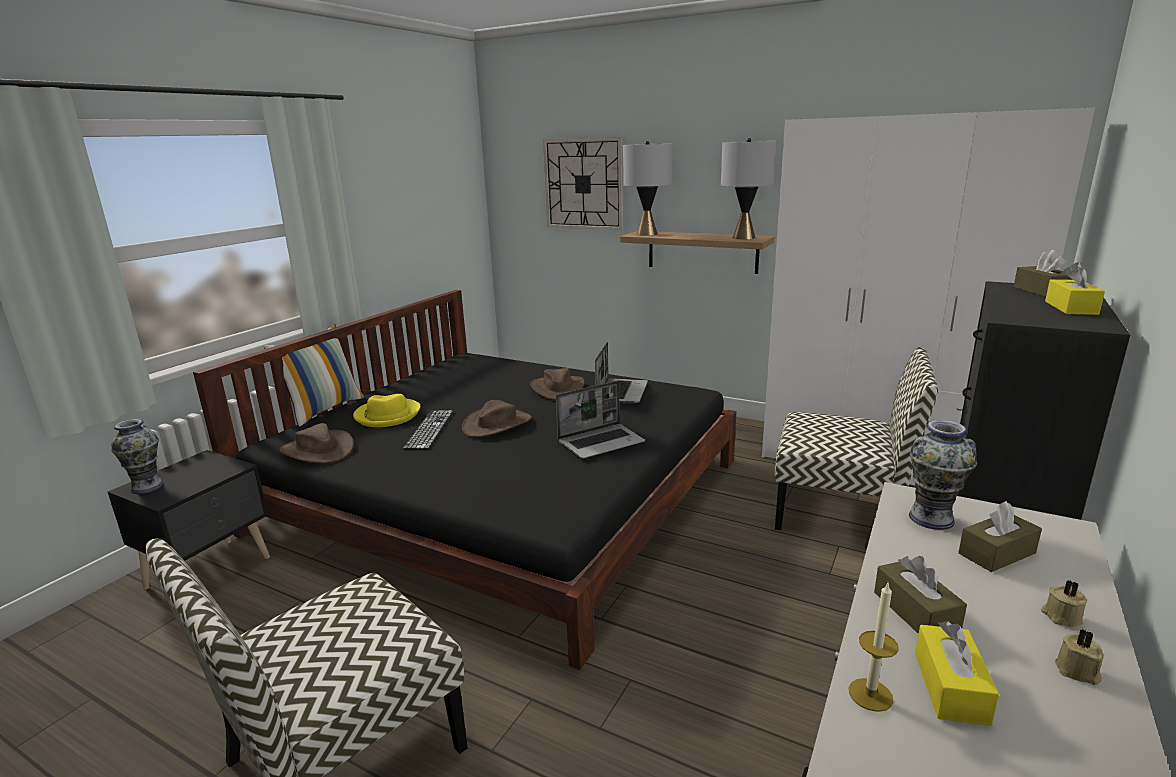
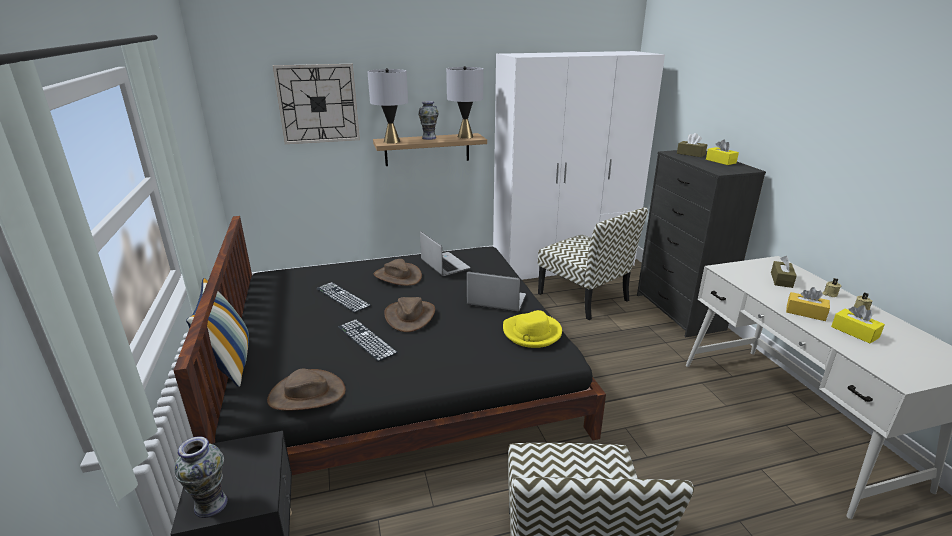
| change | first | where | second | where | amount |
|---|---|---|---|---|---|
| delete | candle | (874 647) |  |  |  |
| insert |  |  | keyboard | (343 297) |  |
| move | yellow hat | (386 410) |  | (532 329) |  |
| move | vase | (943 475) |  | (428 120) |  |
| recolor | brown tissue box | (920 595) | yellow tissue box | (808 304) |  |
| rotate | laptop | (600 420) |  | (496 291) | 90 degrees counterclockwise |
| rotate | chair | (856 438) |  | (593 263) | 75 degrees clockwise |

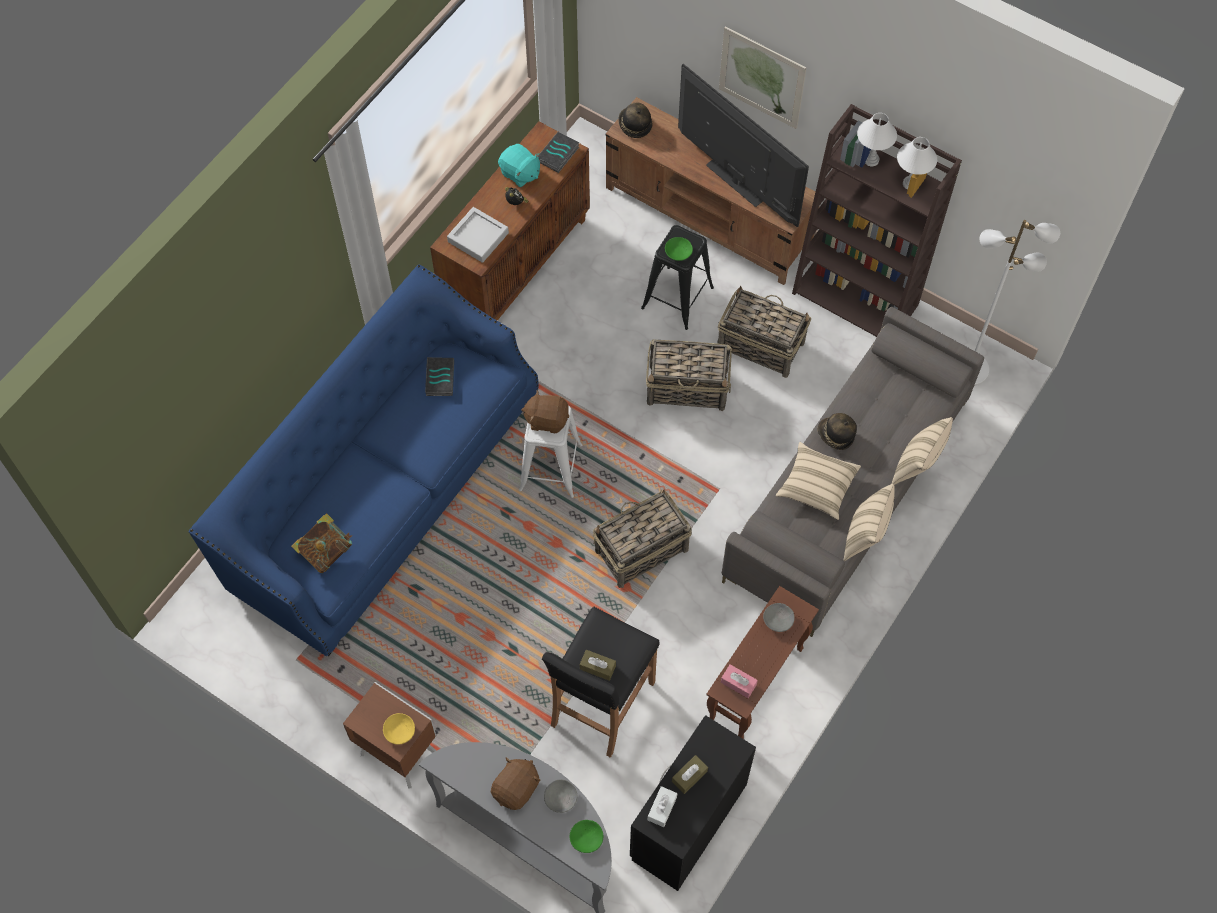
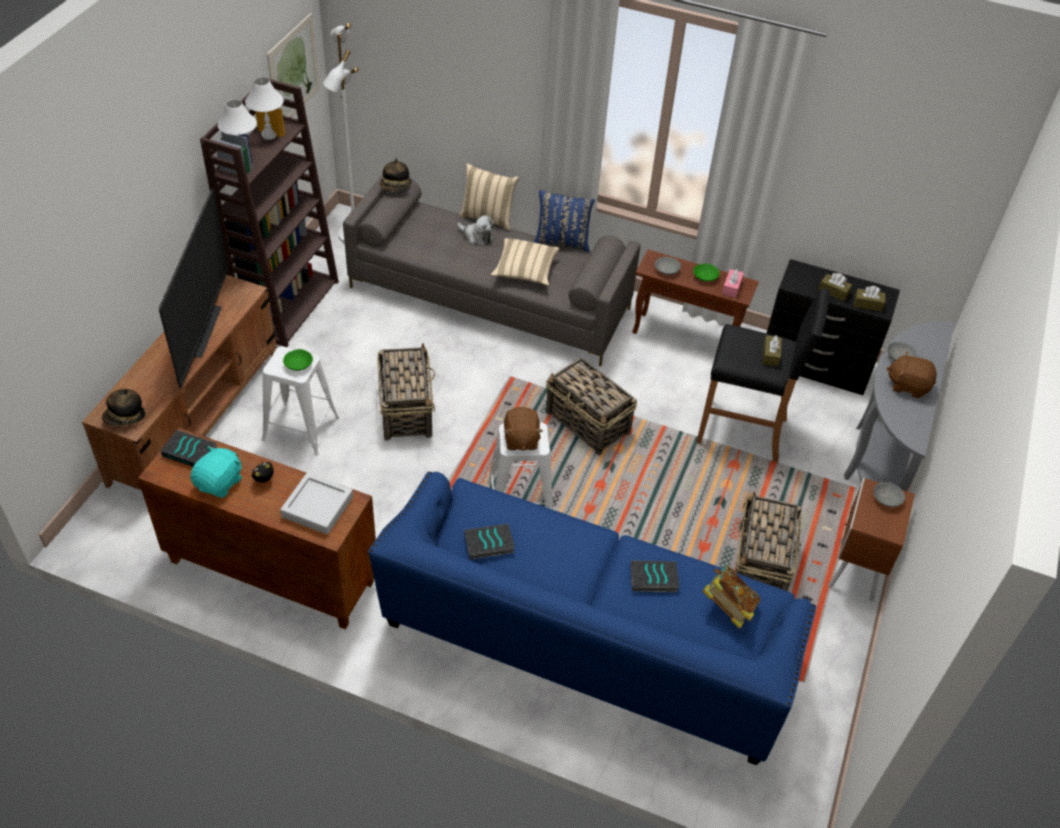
| change | first | where | second | where | amount |
|---|---|---|---|---|---|
| insert |  |  | plush toy | (475 230) |  |
| insert |  |  | book | (655 576) |  |
| move | green bowl | (586 836) |  | (706 273) |  |
| move | basket | (764 332) |  | (768 541) |  |
| move | picture | (762 78) |  | (293 65) |  |
| move | hat | (837 431) |  | (396 175) |  |
| recolor | yellow bowl | (399 729) | grey bowl | (889 494) |  |
| recolor | black stool | (677 277) | white stool | (300 401) |  |
| recolor | white tissue box | (662 806) | brown tissue box | (869 299) |  |
| recolor | beige pillow | (869 522) | blue pillow | (564 221) |  |
| rotate | television | (743 145) |  | (194 288) | 150 degrees clockwise |

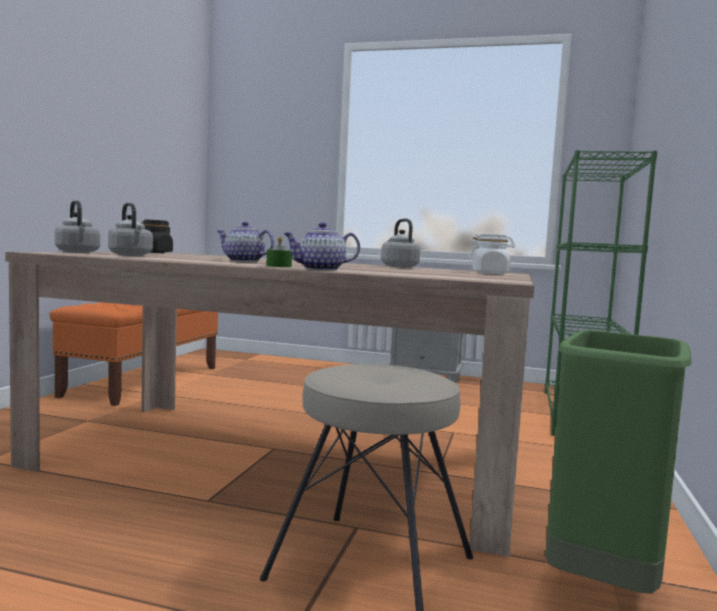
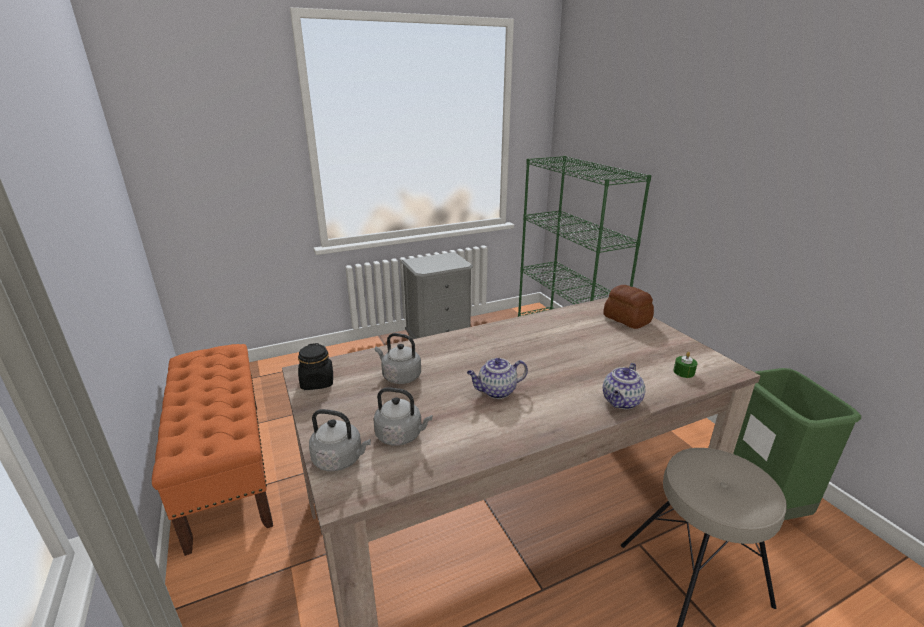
| change | first | where | second | where | amount |
|---|---|---|---|---|---|
| move | green candle | (279 251) |  | (685 365) |  |
| move | grey kettle | (400 243) |  | (398 358) |  |
| replace | white jar | (492 253) | bread | (628 307) |  |

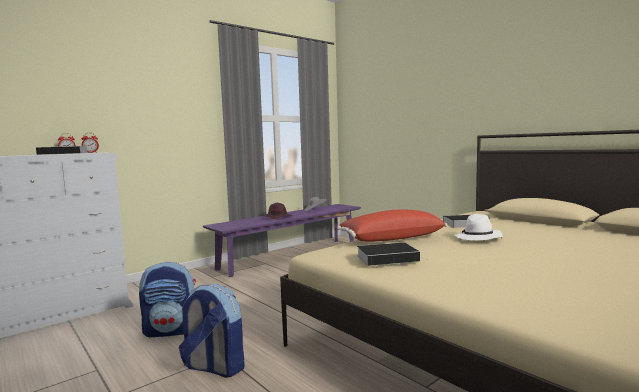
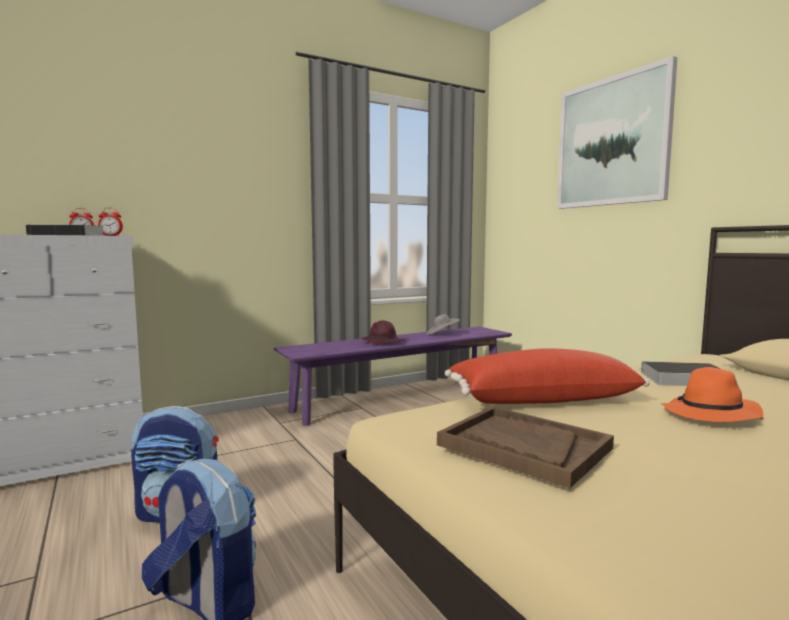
| change | first | where | second | where | amount |
|---|---|---|---|---|---|
| insert |  |  | picture | (617 132) |  |
| replace | book | (393 254) | brown tray | (525 447) |  |
| recolor | white hat | (478 227) | orange hat | (712 394) |  |

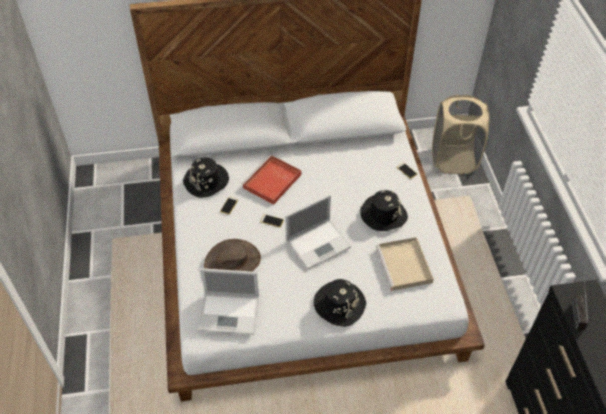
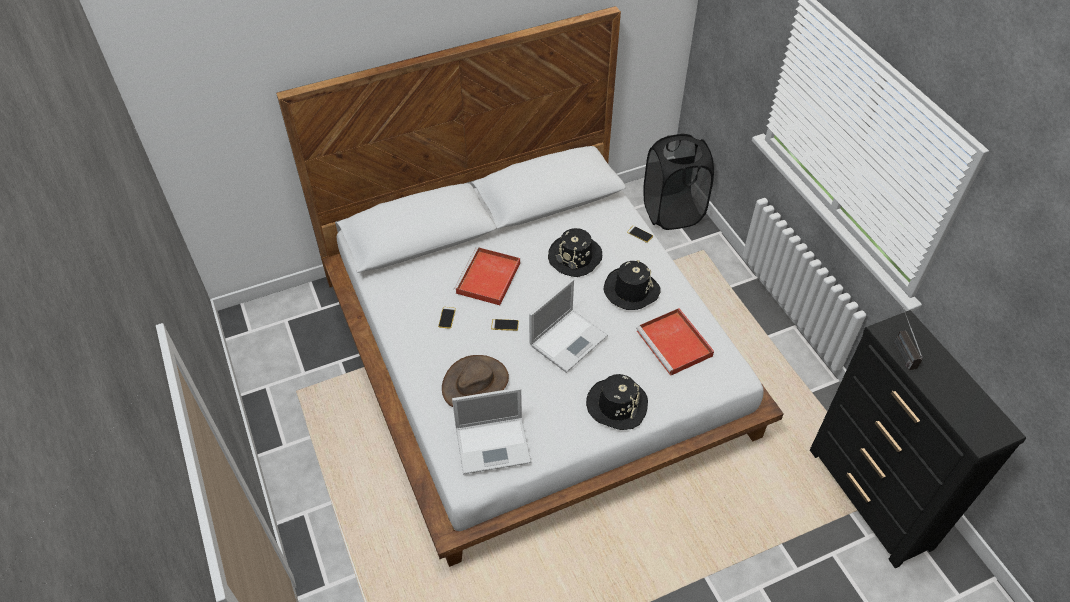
| change | first | where | second | where | amount |
|---|---|---|---|---|---|
| move | black hat | (206 177) |  | (575 252) |  |
| recolor | beige tray | (405 264) | red tray | (675 342) |  |
| recolor | beige laundry basket | (461 134) | black laundry basket | (678 182) |  |

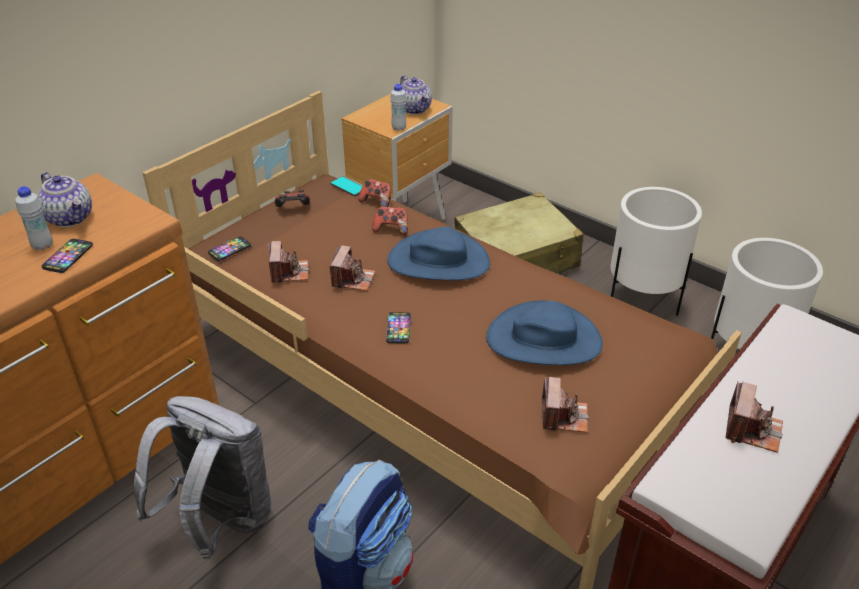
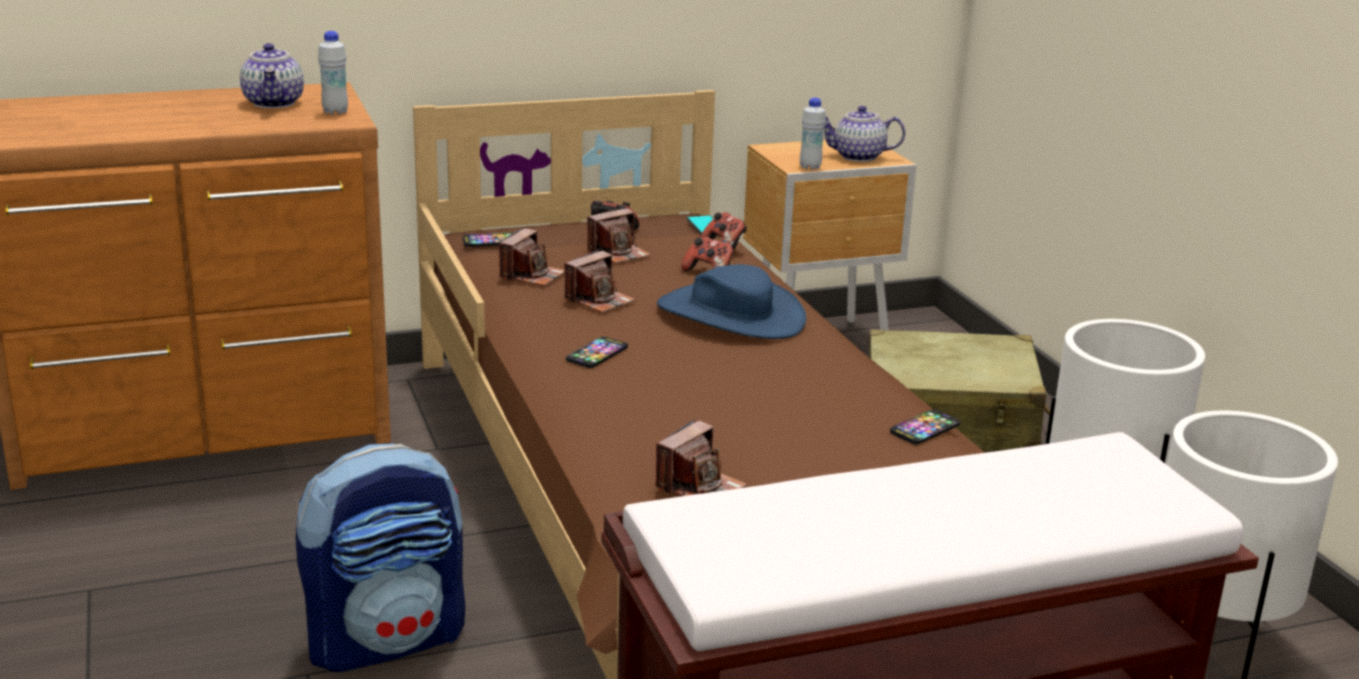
| change | first | where | second | where | amount |
|---|---|---|---|---|---|
| delete | grey backpack | (203 477) |  |  |  |
| delete | blue hat | (544 332) |  |  |  |
| move | white bottle | (34 218) |  | (333 73) |  |
| move | phone | (67 256) |  | (925 427) |  |
| move | photo camera | (754 417) |  | (619 236) |  |
| rotate | teapot | (416 95) |  | (864 134) | 90 degrees clockwise |

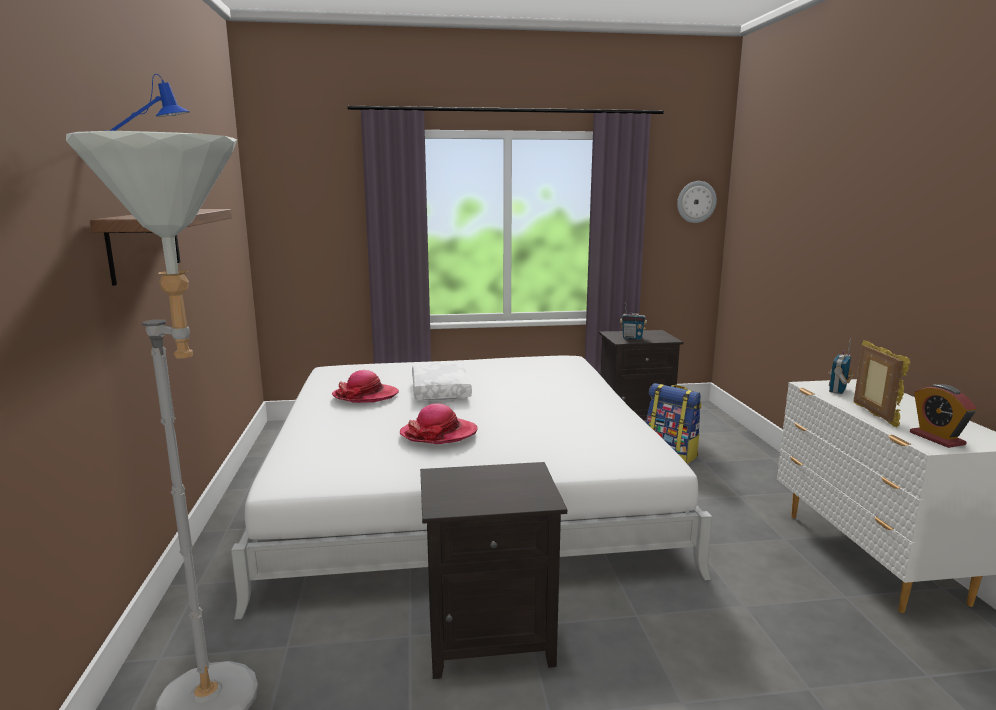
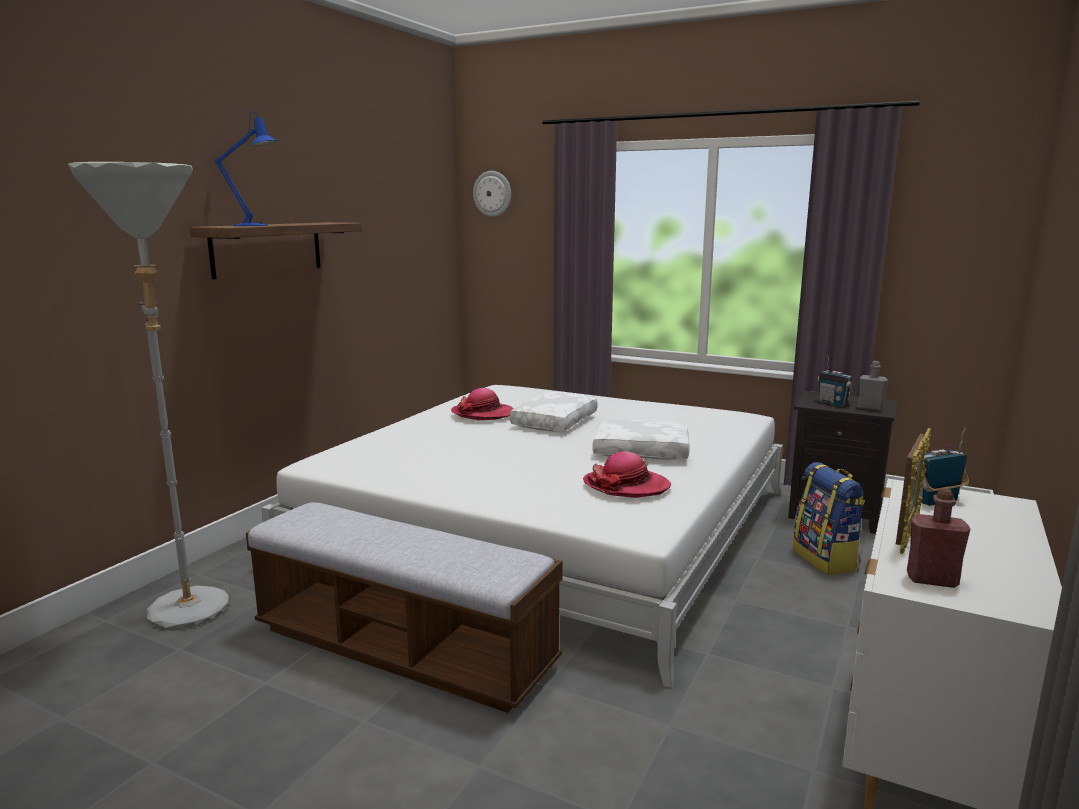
| change | first | where | second | where | amount |
|---|---|---|---|---|---|
| insert |  |  | white pillow | (640 439) |  |
| insert |  |  | grey bottle | (873 386) |  |
| move | hat | (439 423) |  | (627 474) |  |
| move | wall clock | (697 202) |  | (492 194) |  |
| replace | black nightstand | (493 570) | bench | (404 607) |  |
| replace | alarm clock | (943 416) | red bottle | (938 538) |  |

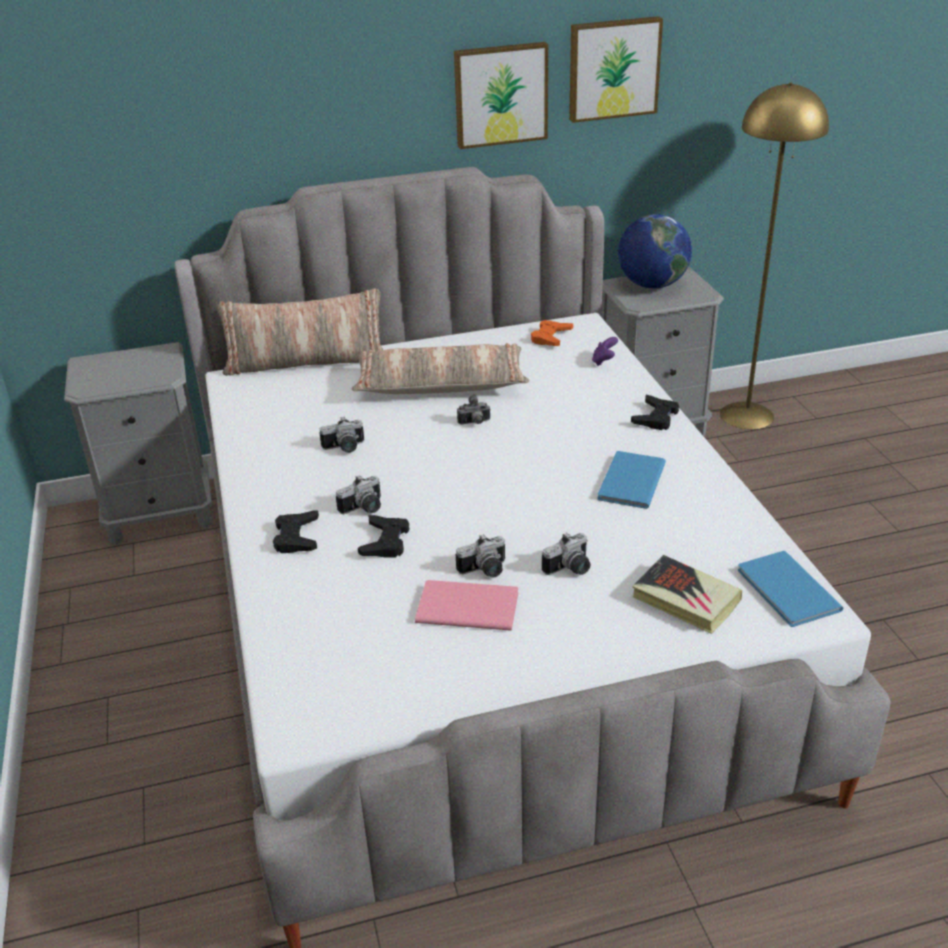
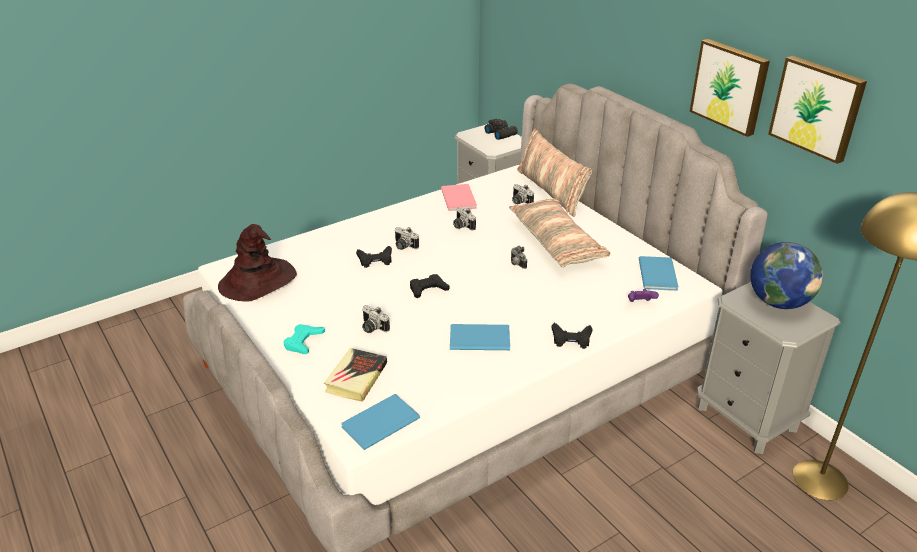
| change | first | where | second | where | amount |
|---|---|---|---|---|---|
| insert |  |  | brown hat | (257 263) |  |
| insert |  |  | turquoise game controller | (304 339) |  |
| insert |  |  | black binoculars | (501 129) |  |
| move | black game controller | (296 531) |  | (429 286) |  |
| move | pink book | (466 605) |  | (459 197) |  |
| move | photo camera | (480 556) |  | (523 194) |  |
| replace | orange game controller | (552 333) | blue book | (659 273) |  |

